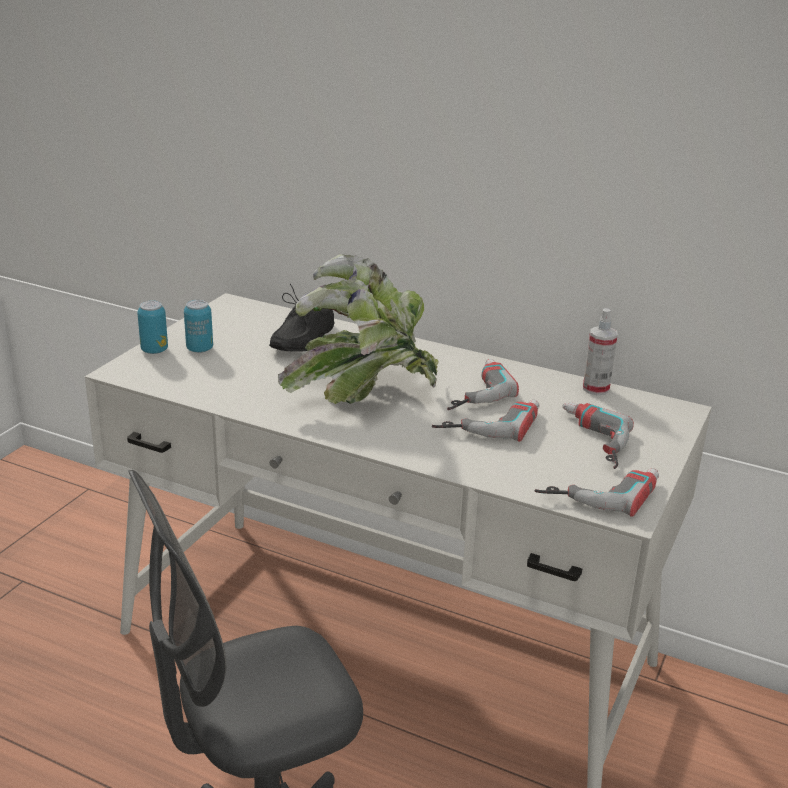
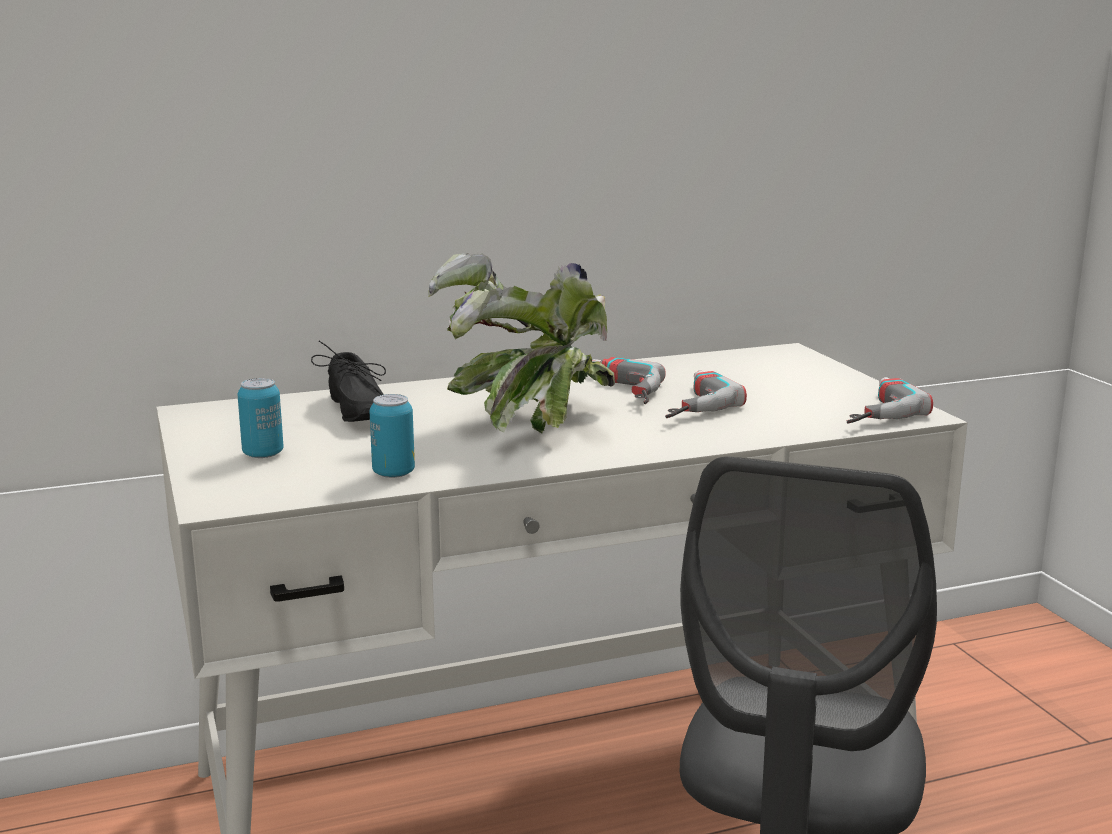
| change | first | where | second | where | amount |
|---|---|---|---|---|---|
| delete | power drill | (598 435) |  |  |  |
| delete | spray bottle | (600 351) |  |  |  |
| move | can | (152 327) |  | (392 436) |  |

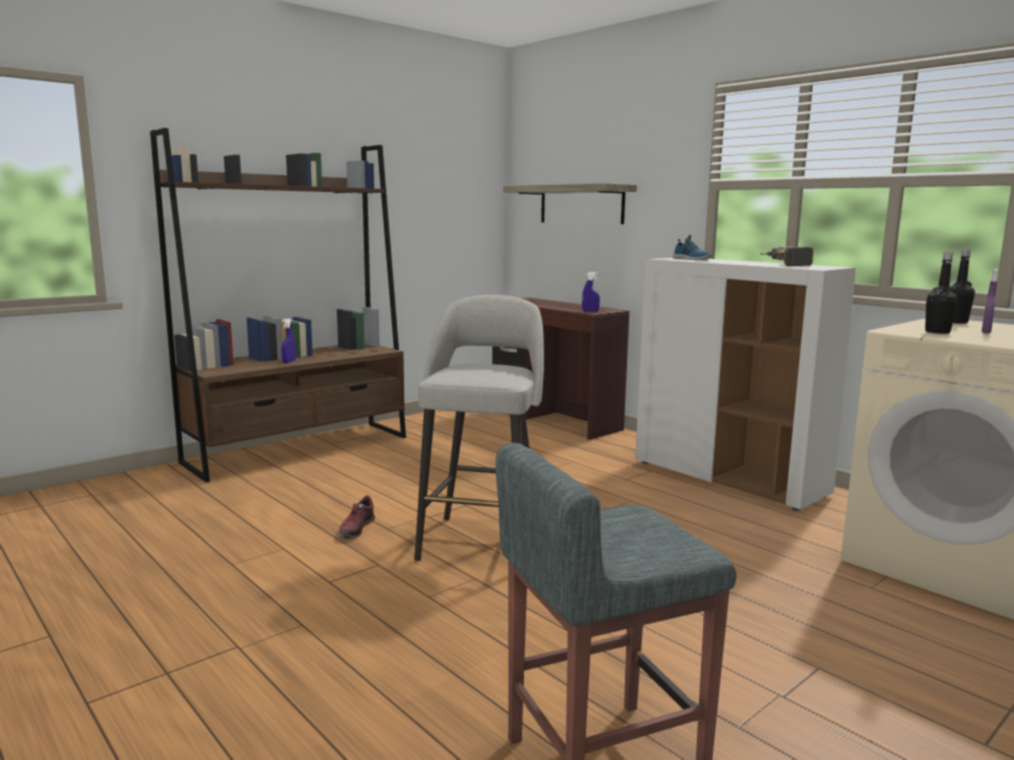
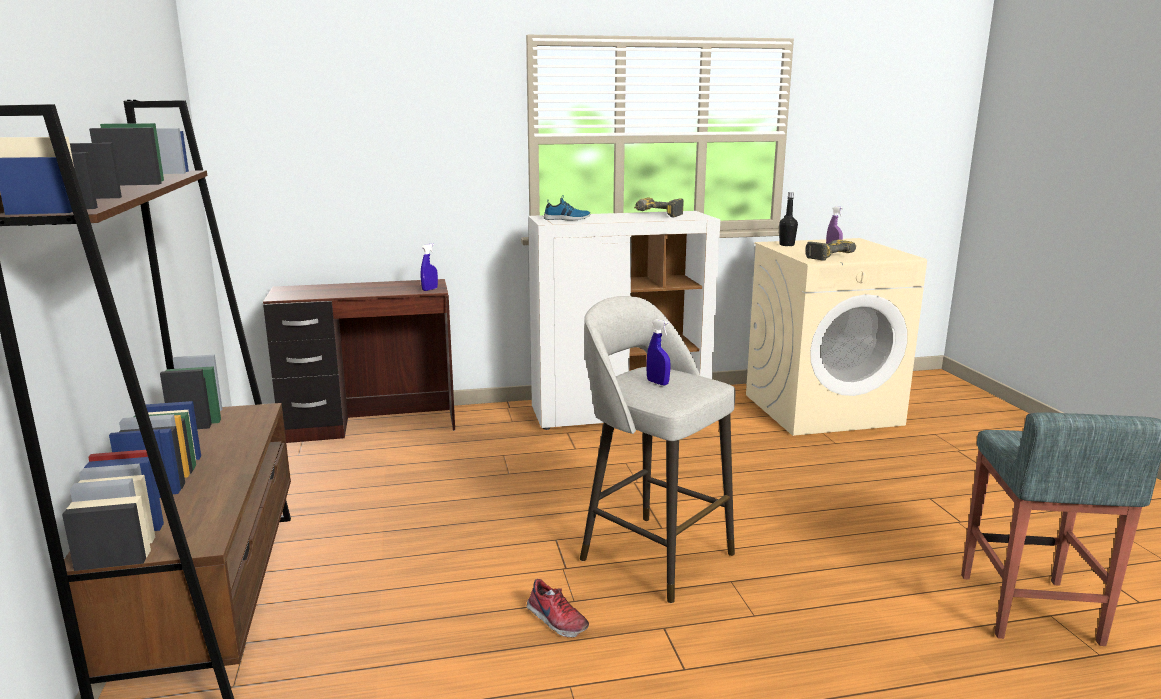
| change | first | where | second | where | amount |
|---|---|---|---|---|---|
| delete | shelf | (570 203) |  |  |  |
| move | blue spray bottle | (288 340) |  | (658 352) |  |
| replace | black bottle | (941 293) | power drill | (830 250) |  |

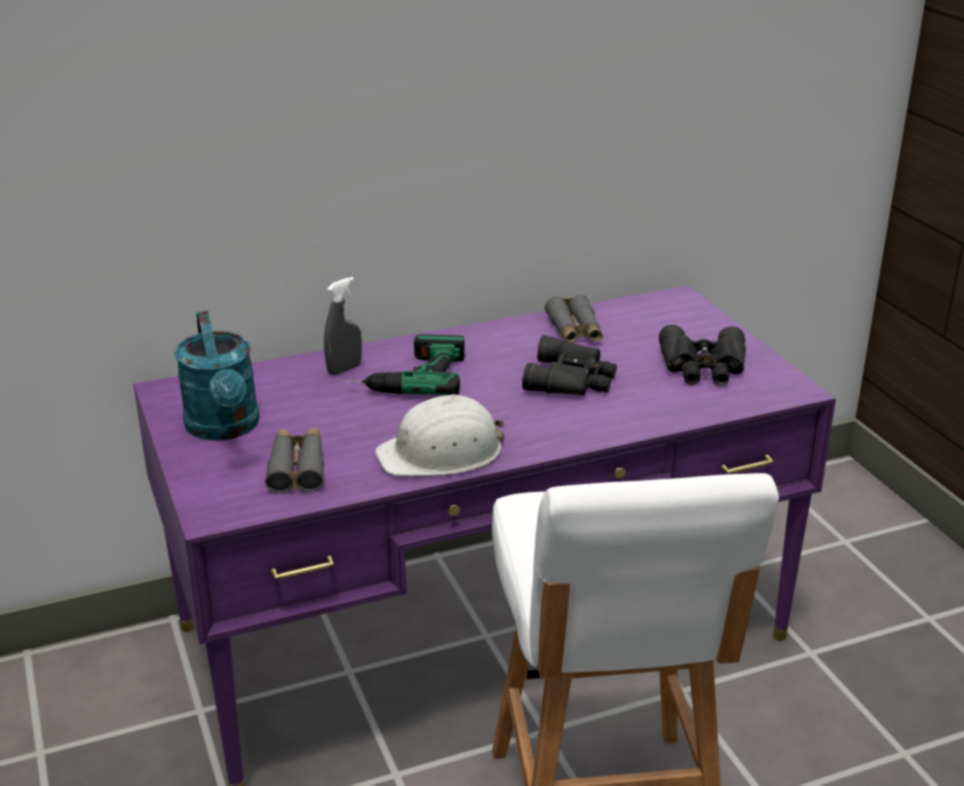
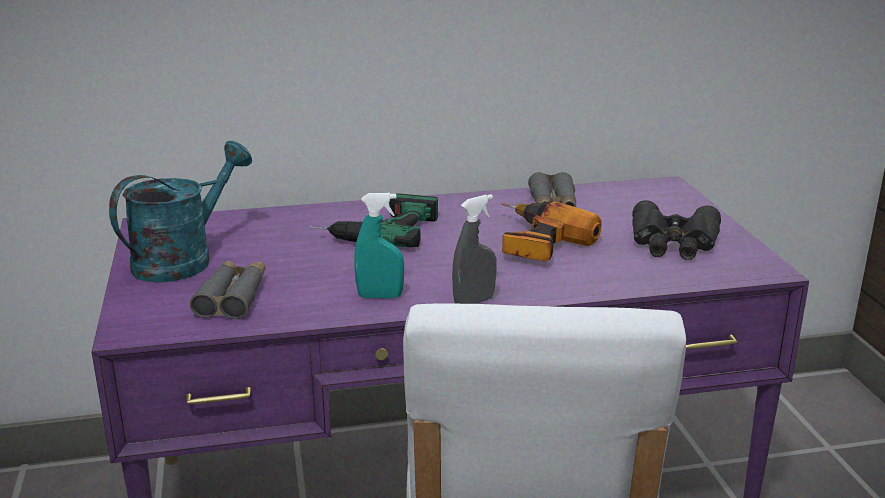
| change | first | where | second | where | amount |
|---|---|---|---|---|---|
| move | grey spray bottle | (343 326) |  | (474 249) |  |
| replace | white hard hat | (439 435) | turquoise spray bottle | (379 246) |  |
| replace | black binoculars | (569 365) | power drill | (551 231) |  |
| rotate | turquoise watering can | (217 376) |  | (180 212) | 135 degrees counterclockwise |

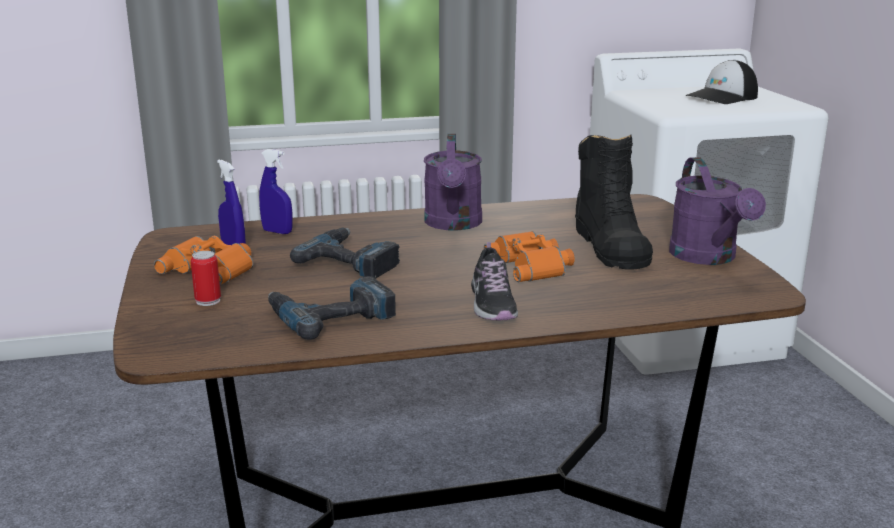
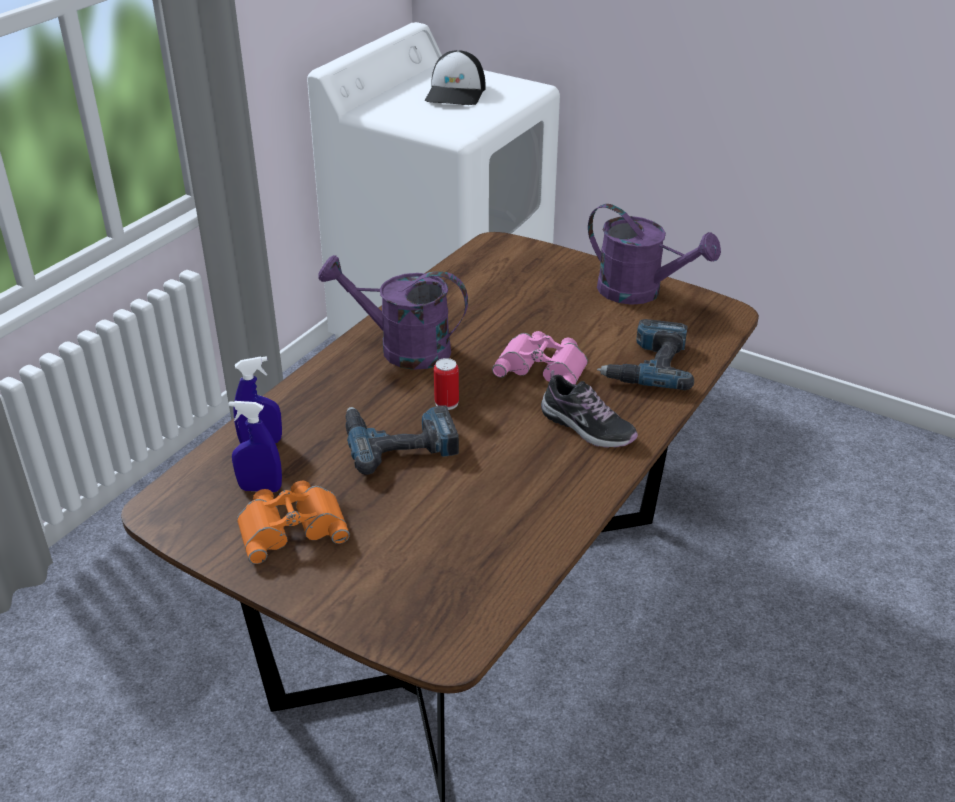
| change | first | where | second | where | amount |
|---|---|---|---|---|---|
| delete | black boot | (614 202) |  |  |  |
| move | can | (206 278) |  | (446 384) |  |
| move | power drill | (332 308) |  | (645 354) |  |
| recolor | orange binoculars | (529 256) | pink binoculars | (540 357) |  |
| rotate | purple watering can | (453 182) |  | (393 312) | 150 degrees clockwise |

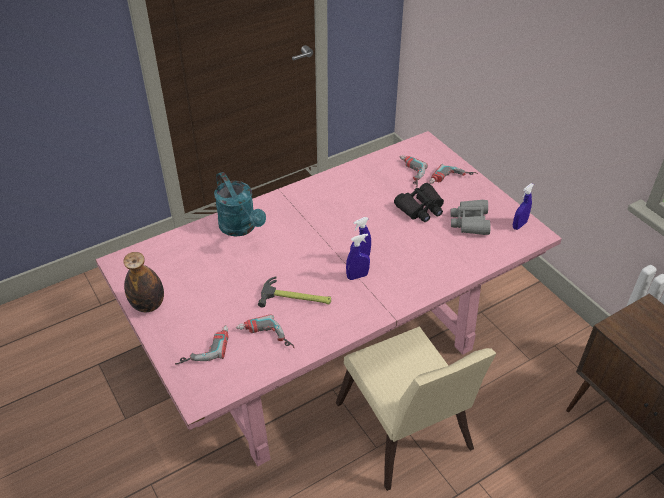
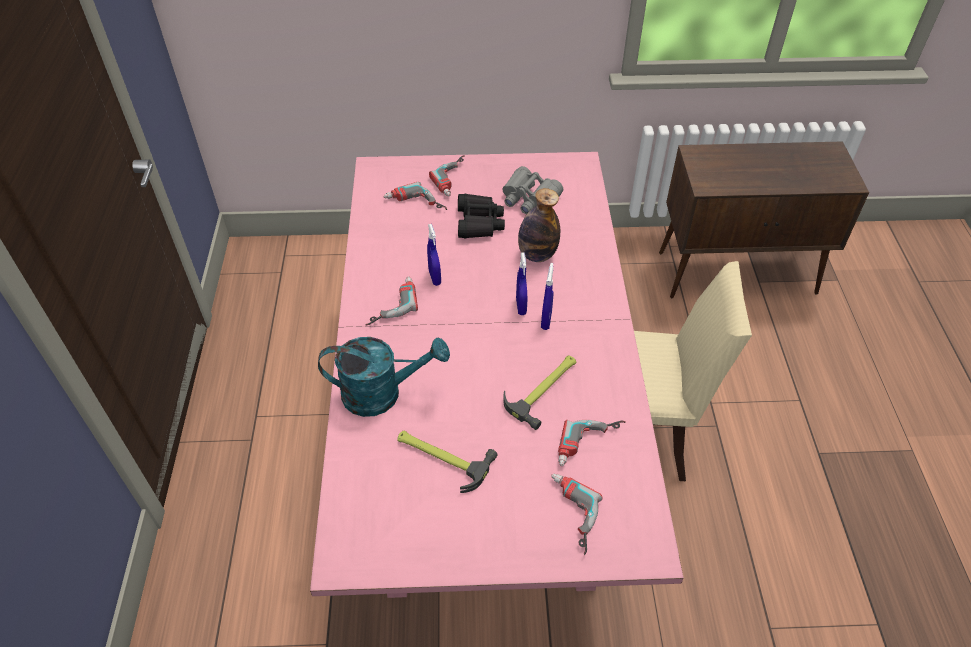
| change | first | where | second | where | amount |
|---|---|---|---|---|---|
| insert |  |  | power drill | (392 300) |  |
| insert |  |  | hammer | (447 462) |  |
| move | bottle | (143 282) |  | (539 225) |  |
| move | blue spray bottle | (523 206) |  | (434 255) |  |

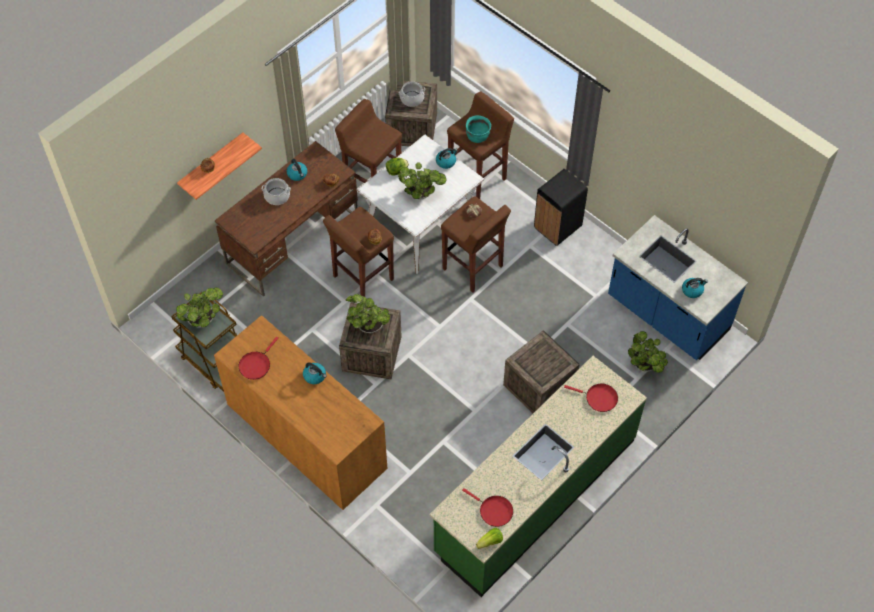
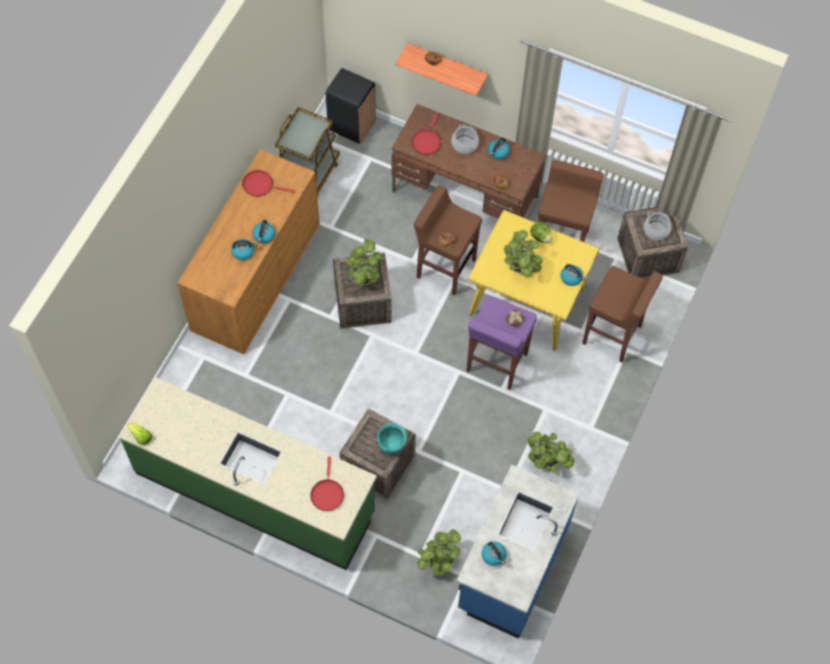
| change | first | where | second | where | amount |
|---|---|---|---|---|---|
| insert |  |  | kettle | (244 249) |  |
| move | potted plant | (199 307) |  | (551 452) |  |
| move | red frying pan | (487 507) |  | (426 134) |  |
| move | turquoise cooking pot | (478 129) |  | (392 439) |  |
| move | black trash can | (561 207) |  | (351 106) |  |
| recolor | white dining table | (420 204) | yellow dining table | (534 280) |  |
| recolor | brown stool | (476 244) | purple stool | (501 343) |  |

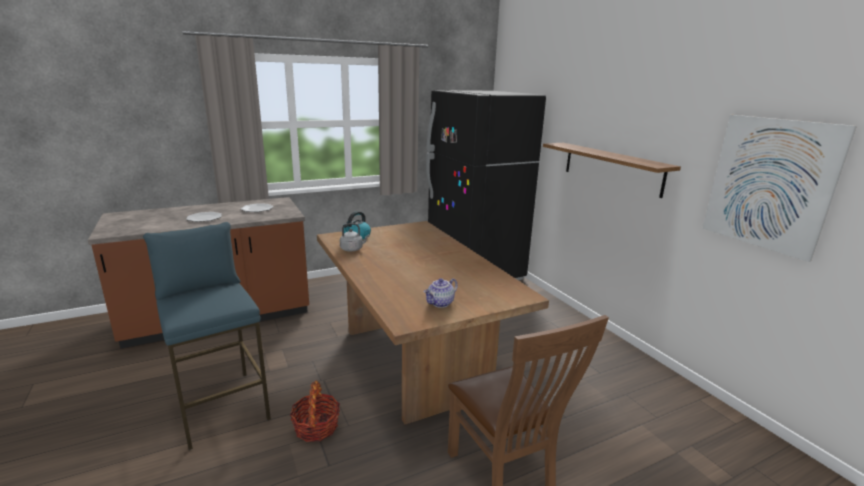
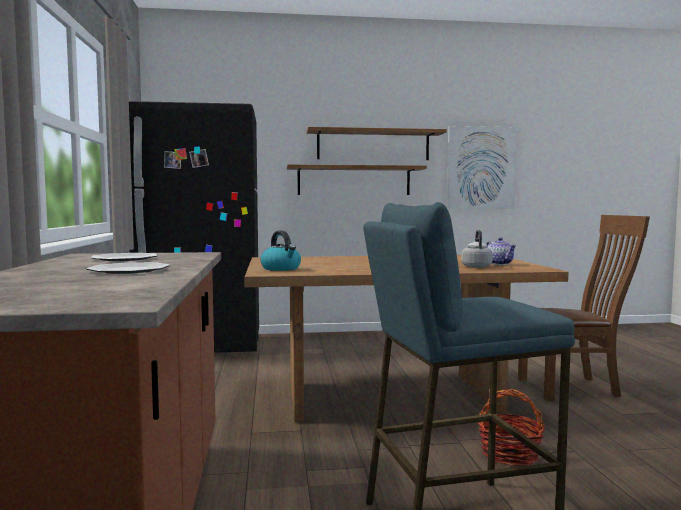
| change | first | where | second | where | amount |
|---|---|---|---|---|---|
| insert |  |  | shelf | (376 143) |  |
| move | grey kettle | (354 237) |  | (477 249) |  |

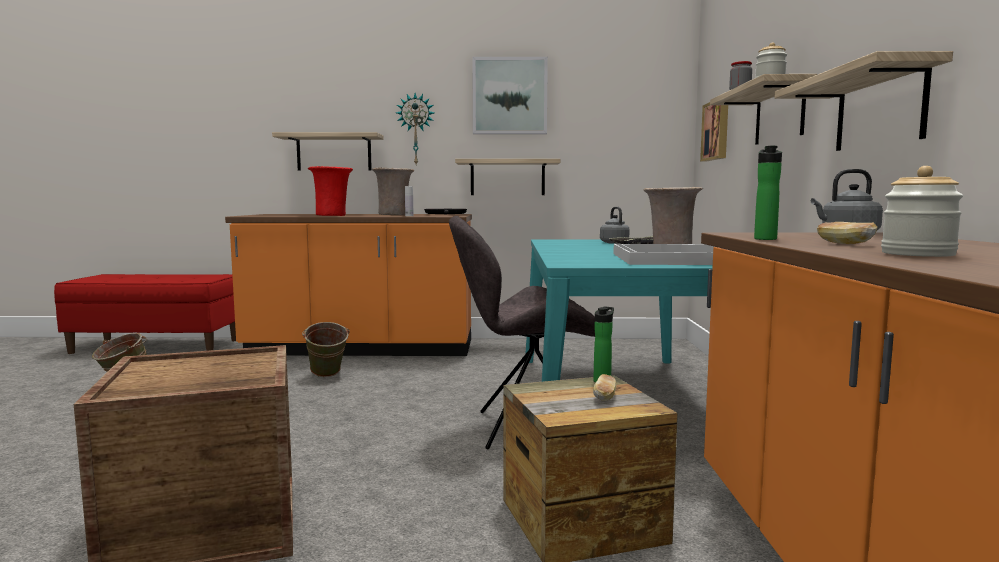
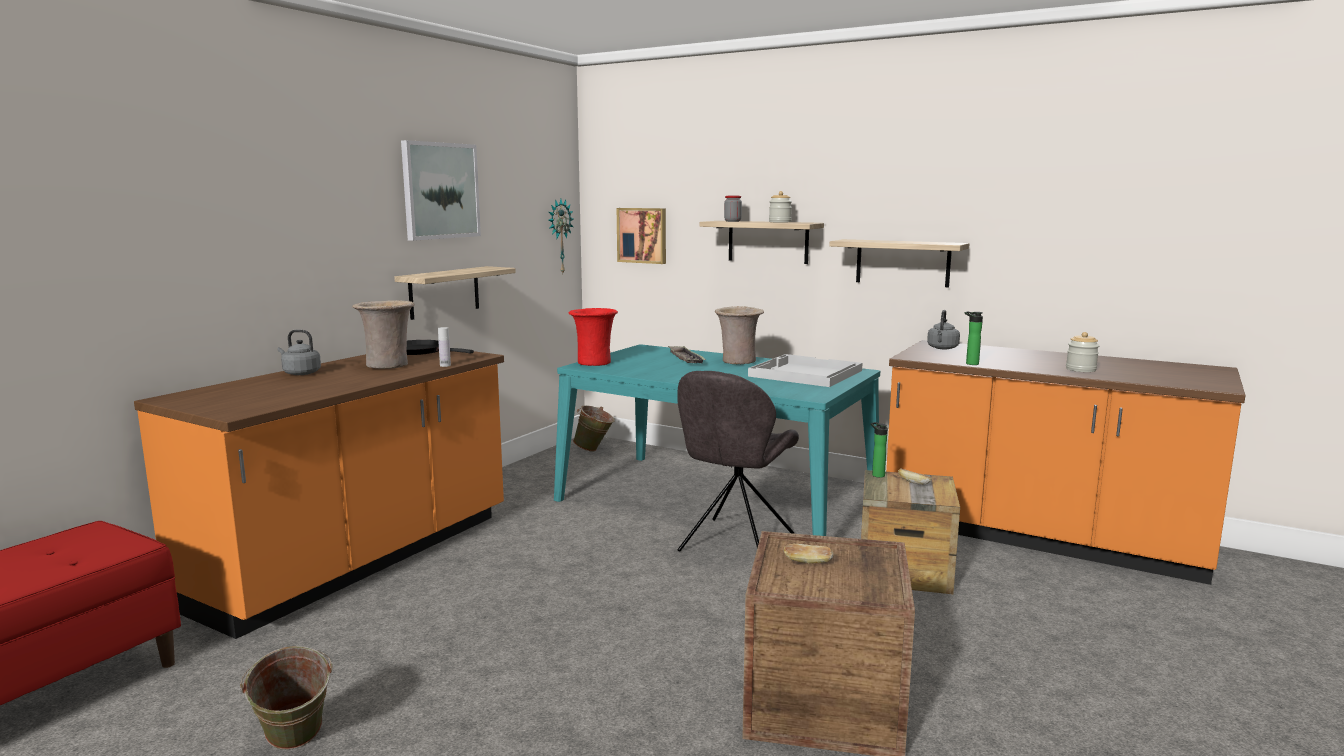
| change | first | where | second | where | amount |
|---|---|---|---|---|---|
| delete | shelf | (328 151) |  |  |  |
| move | green bucket | (326 349) |  | (594 428) |  |
| move | red vase | (330 191) |  | (593 337) |  |
| move | wall clock | (415 128) |  | (561 236) |  |
| move | grey kettle | (615 225) |  | (299 352) |  |
| move | bread | (847 233) |  | (809 554) |  |

